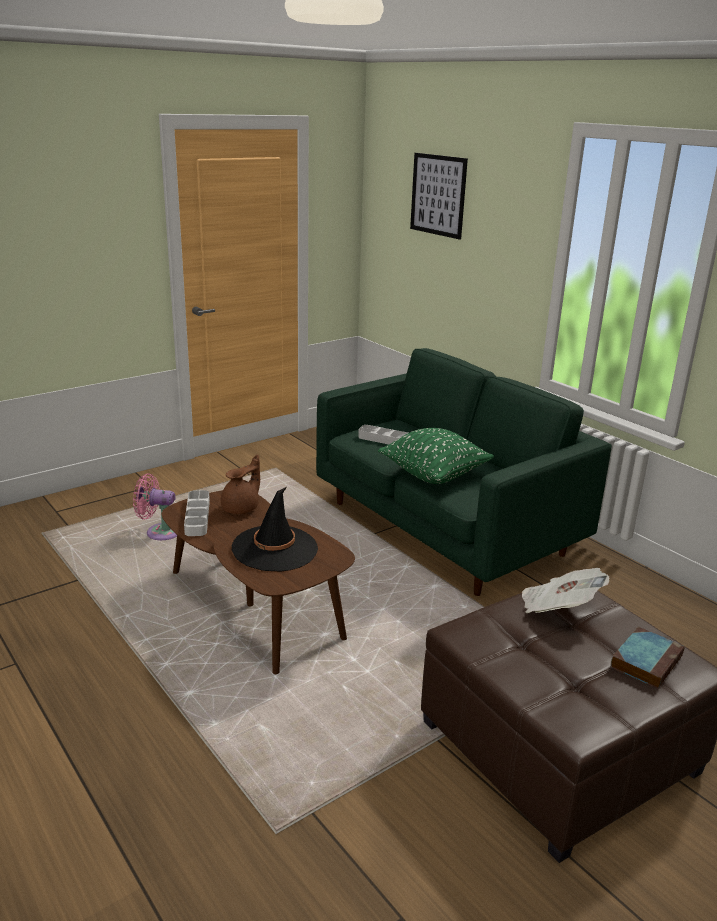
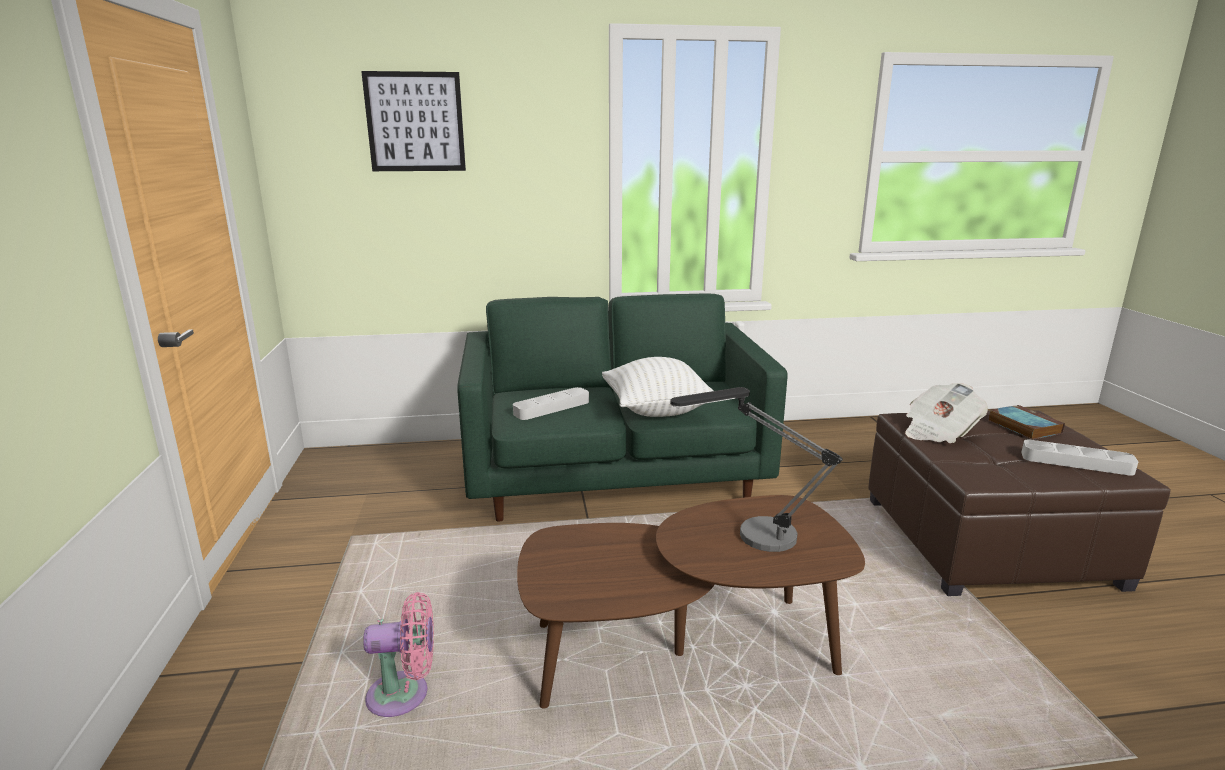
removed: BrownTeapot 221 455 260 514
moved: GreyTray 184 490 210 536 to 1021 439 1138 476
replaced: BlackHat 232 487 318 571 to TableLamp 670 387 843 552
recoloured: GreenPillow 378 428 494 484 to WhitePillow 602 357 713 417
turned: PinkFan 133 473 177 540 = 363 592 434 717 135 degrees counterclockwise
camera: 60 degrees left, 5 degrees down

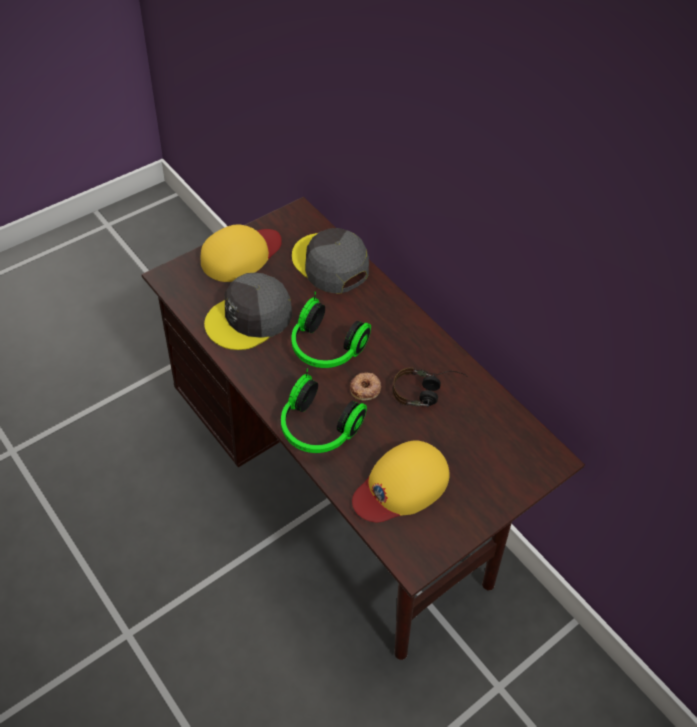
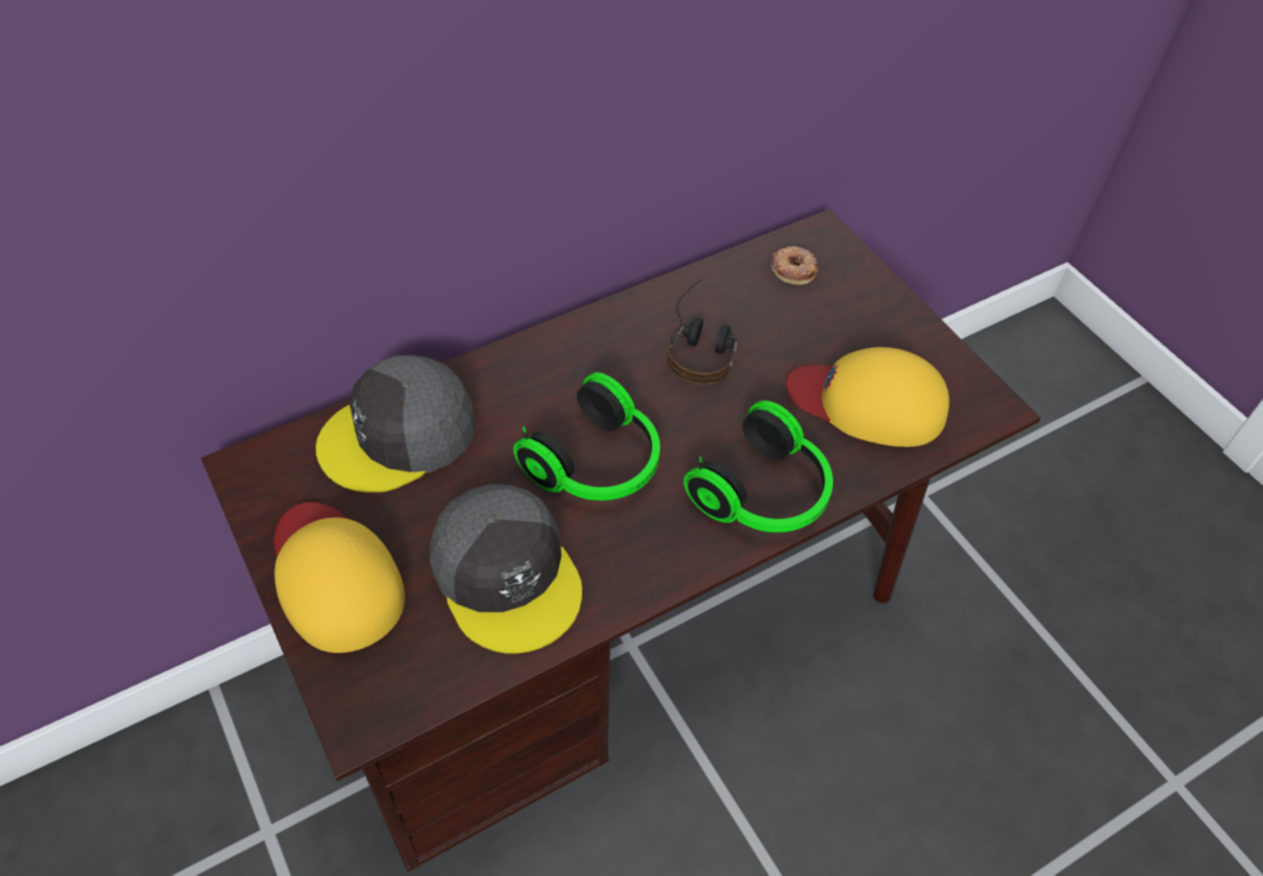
moved: Donut 350 372 381 401 to 771 246 818 285
turned: YellowCap 352 440 450 523 = 786 347 949 447 135 degrees clockwise
camera: 80 degrees left, 0 degrees up

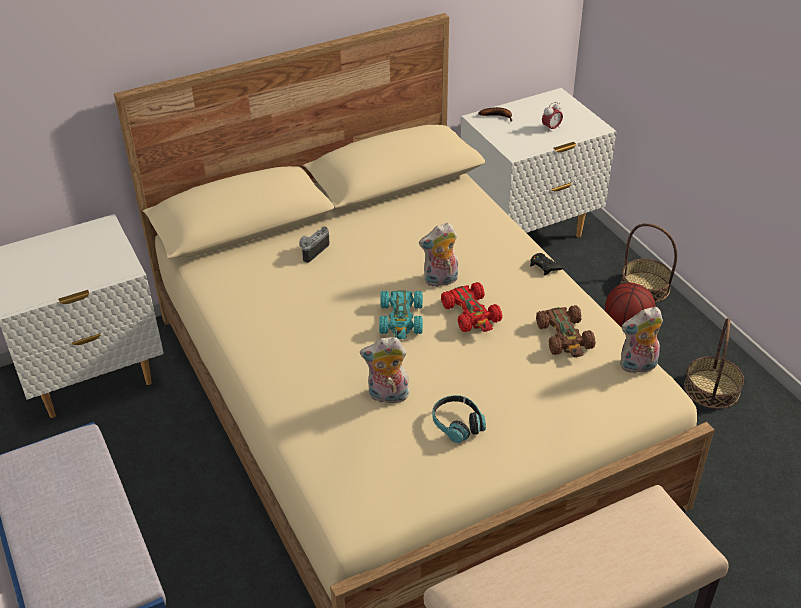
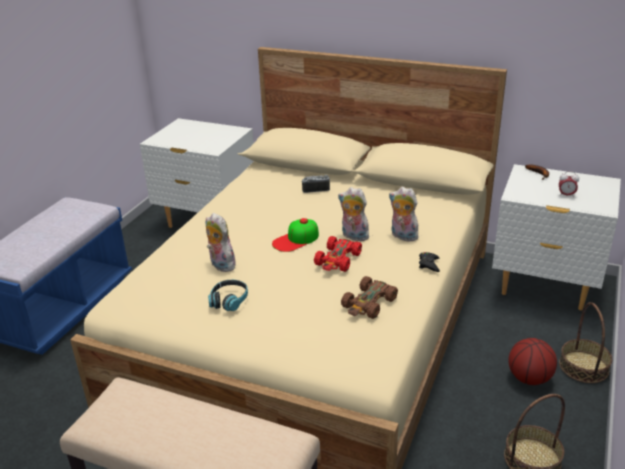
moved: PlushToy 620 307 663 374 to 389 187 418 241
replaced: TurquoiseToyCar 379 290 423 339 to Cap 272 218 319 252
camera: 50 degrees right, 10 degrees down

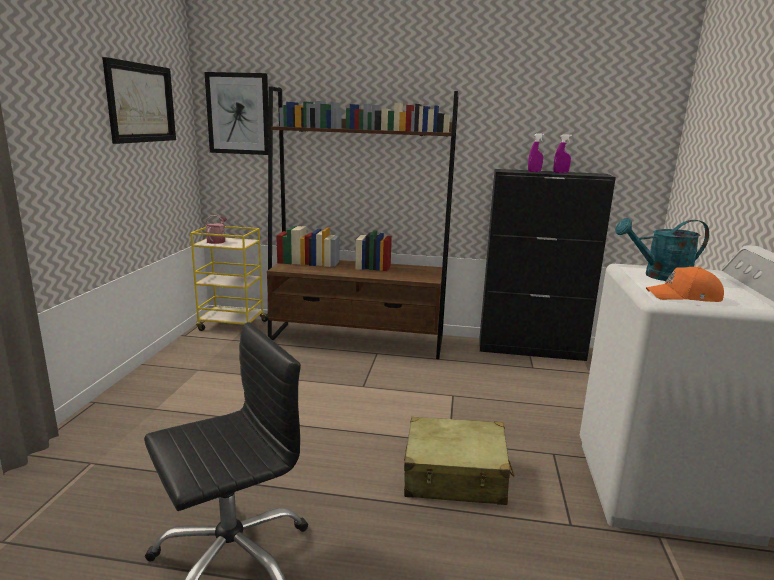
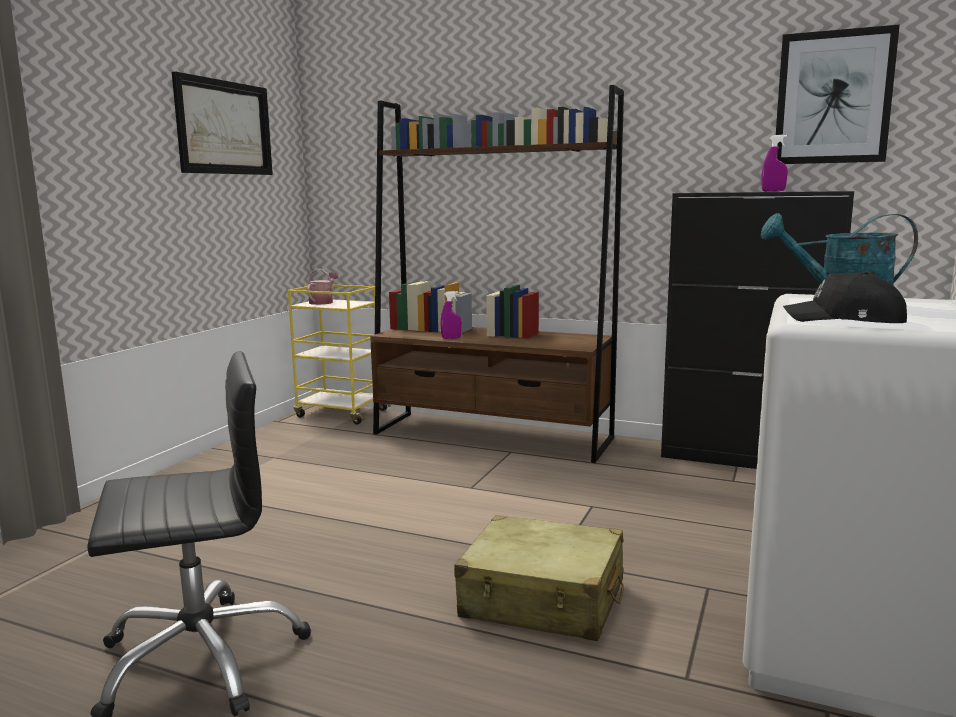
moved: Picture 205 72 268 155 to 776 25 900 164; PurpleSprayBottle 528 134 544 172 to 441 291 462 339
recoloured: OrangeCap 646 267 724 302 to BlackCap 783 271 907 323
camera: 15 degrees right, 5 degrees down

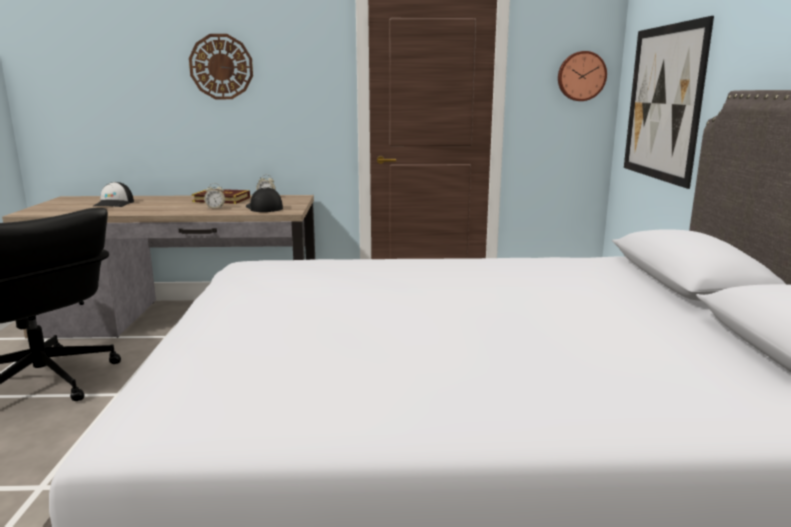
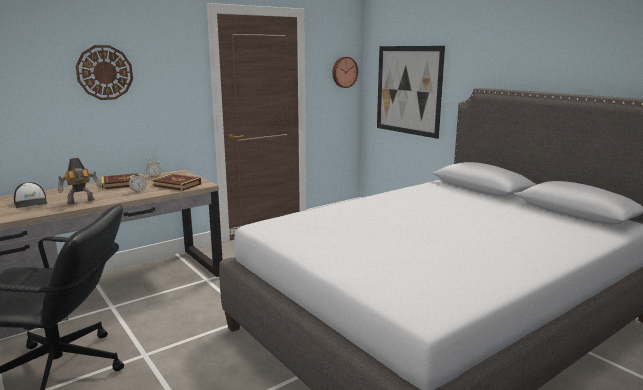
added: ToyRobot 58 158 101 204
replaced: Cap 246 187 283 212 to Book 151 174 201 191
camera: 35 degrees left, 0 degrees up

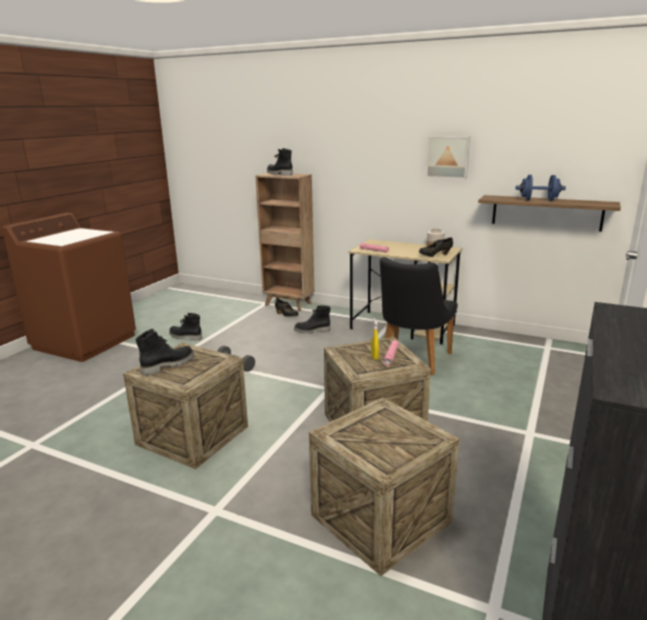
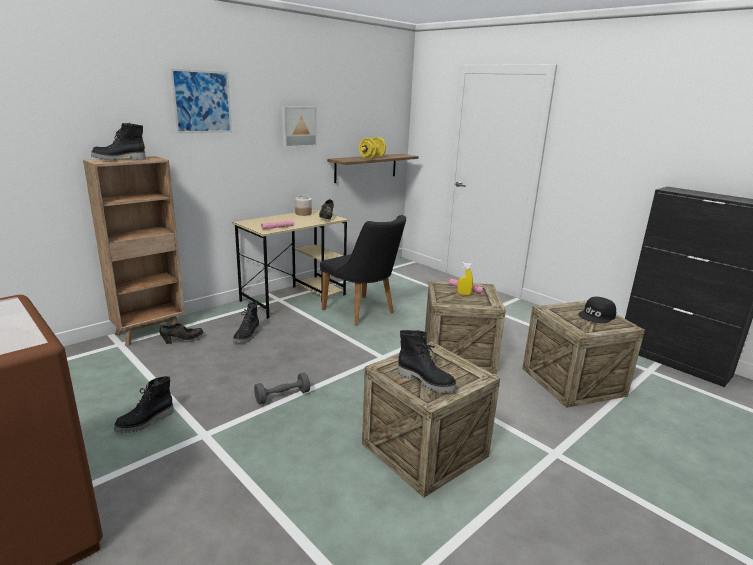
added: Picture 170 68 232 134; BlackCap 578 297 616 323
recoloured: BlueDumbbell 516 175 566 201 to YellowDumbbell 359 137 386 159
turned: BlackBoot 136 329 194 376 = 398 330 457 393 150 degrees clockwise
camera: 70 degrees left, 0 degrees up

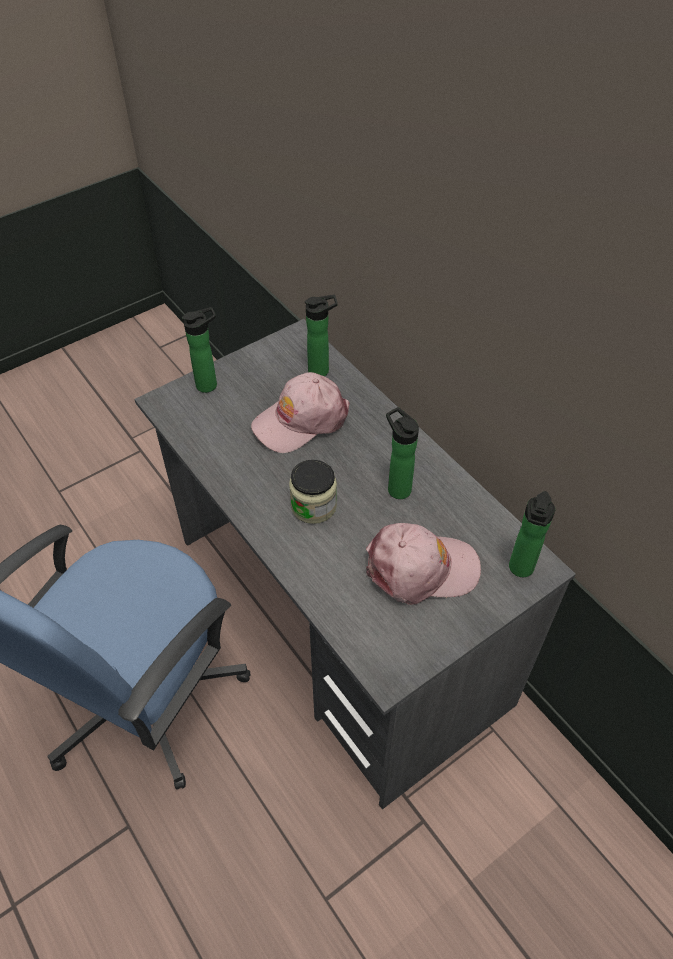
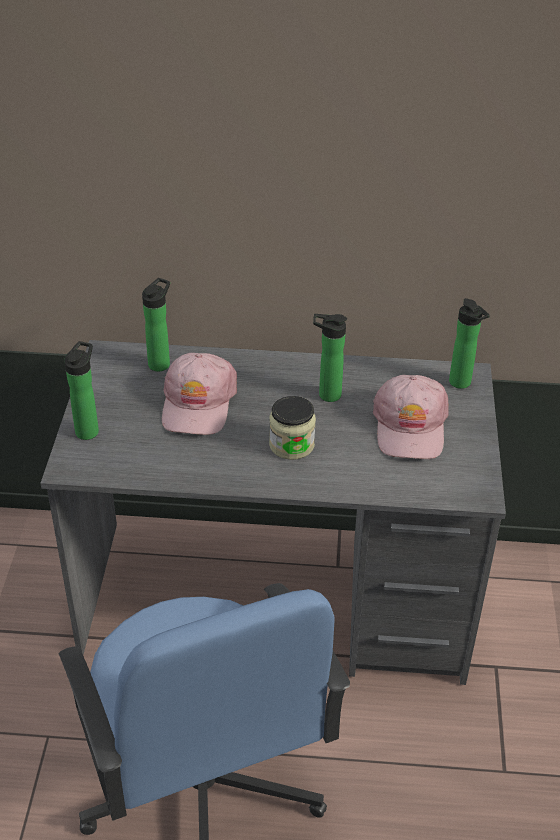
turned: PinkCap 365 523 481 605 = 373 375 449 459 150 degrees clockwise
camera: 50 degrees left, 10 degrees down

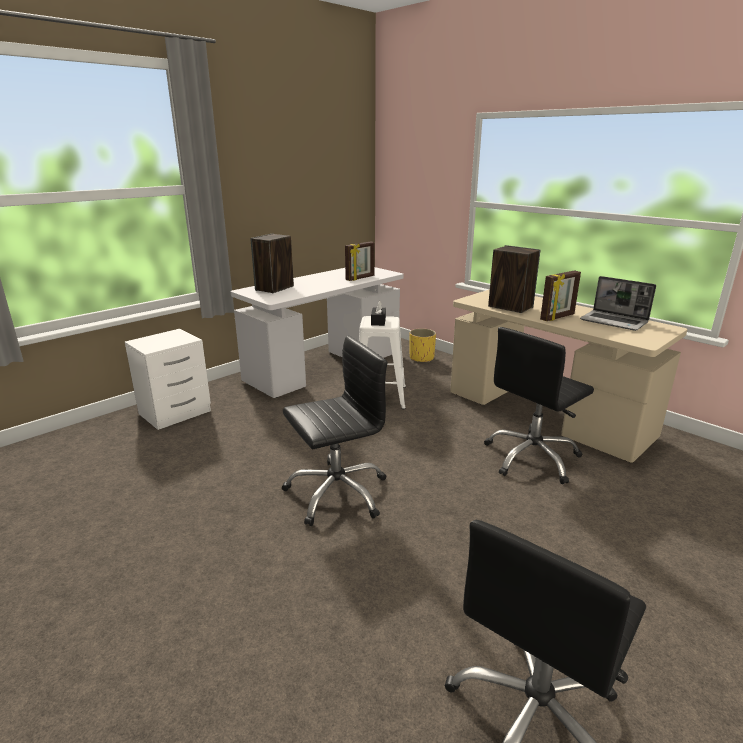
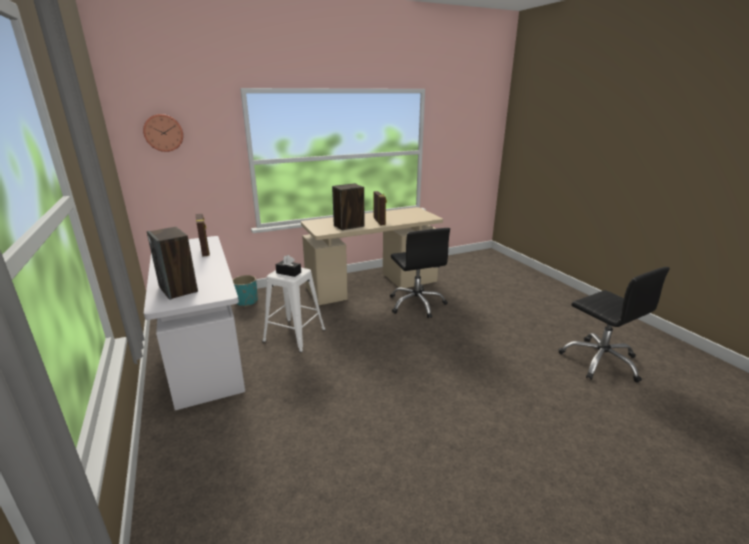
removed: Laptop 580 276 656 331; WhiteNightstand 125 329 211 430; BlackOfficeChair 282 335 387 526
added: WallClock 143 114 183 152
recoloured: YellowPlanter 409 328 436 362 to TurquoisePlanter 232 275 258 307
camera: 70 degrees left, 0 degrees up

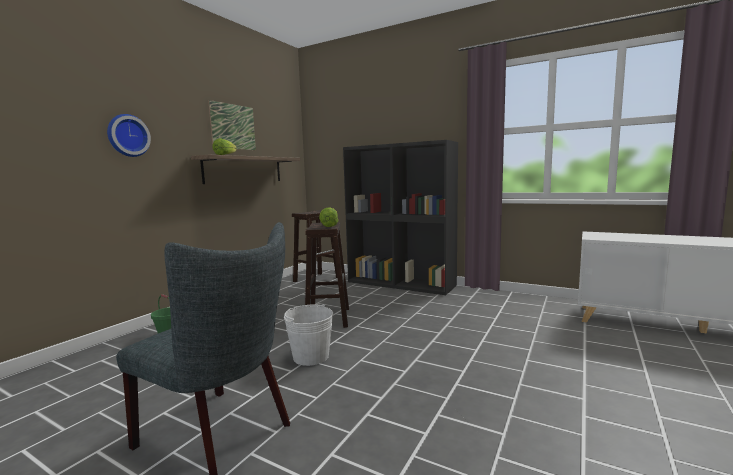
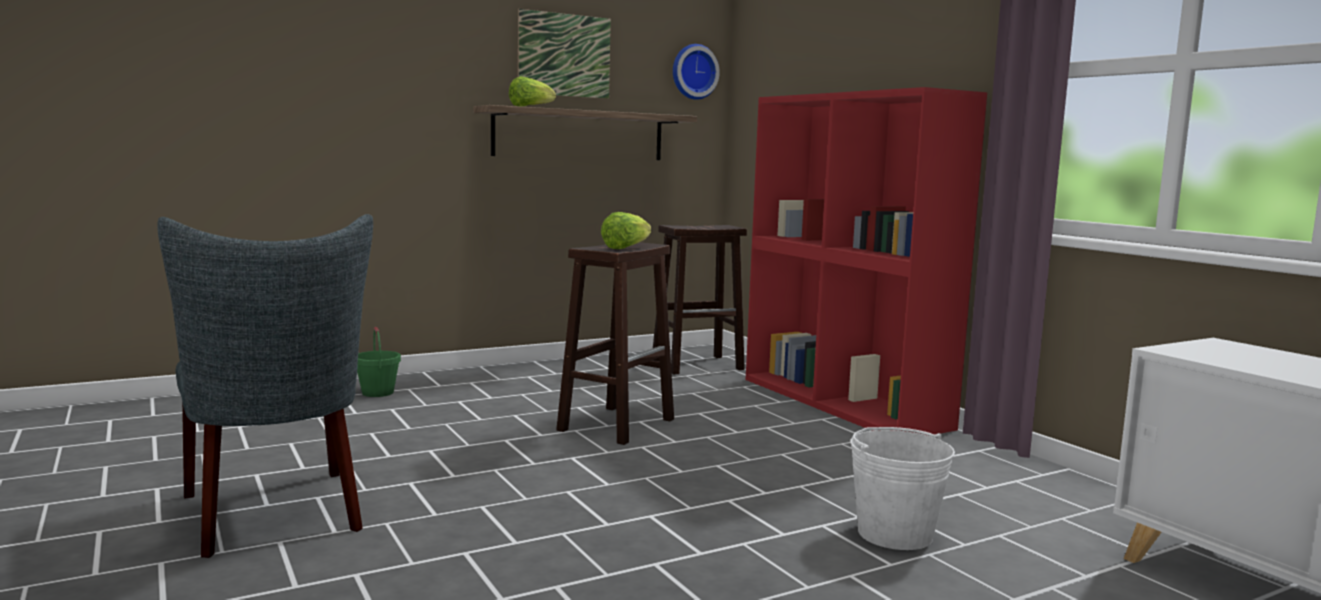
moved: WallClock 107 114 151 157 to 673 44 720 100; WhiteBucket 284 304 333 366 to 850 427 955 550
recoloured: BlackBookcase 343 140 458 295 to RedBookcase 746 87 987 436
camera: 30 degrees right, 0 degrees up

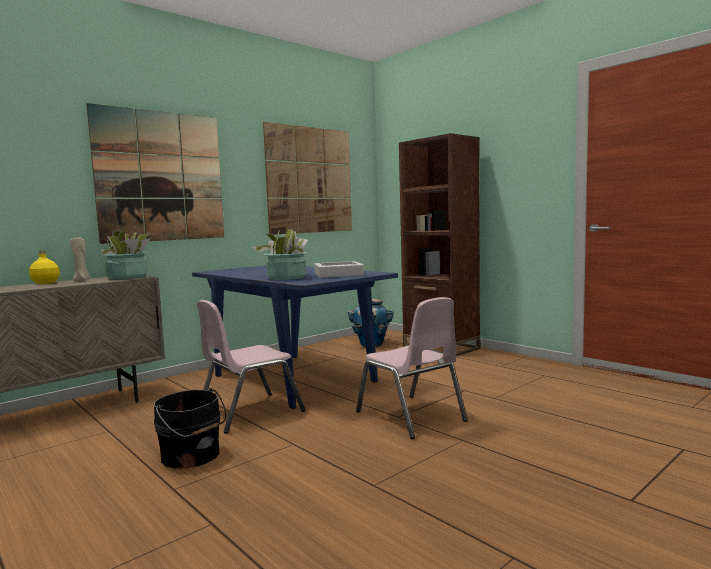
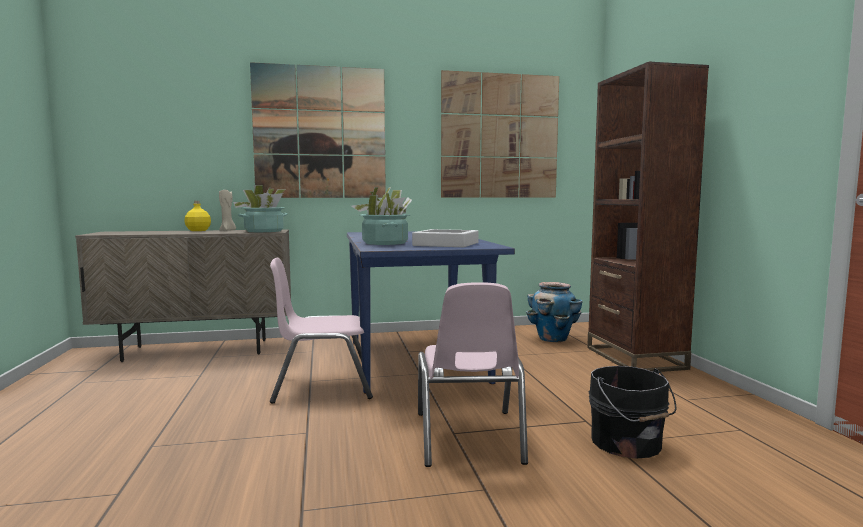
moved: BlackBucket 154 388 226 469 to 589 366 677 458
camera: 30 degrees right, 0 degrees up

